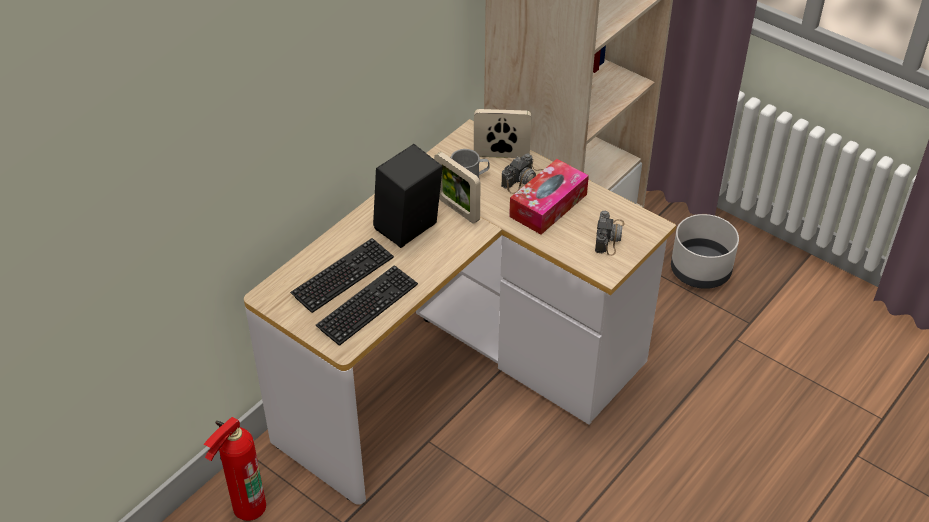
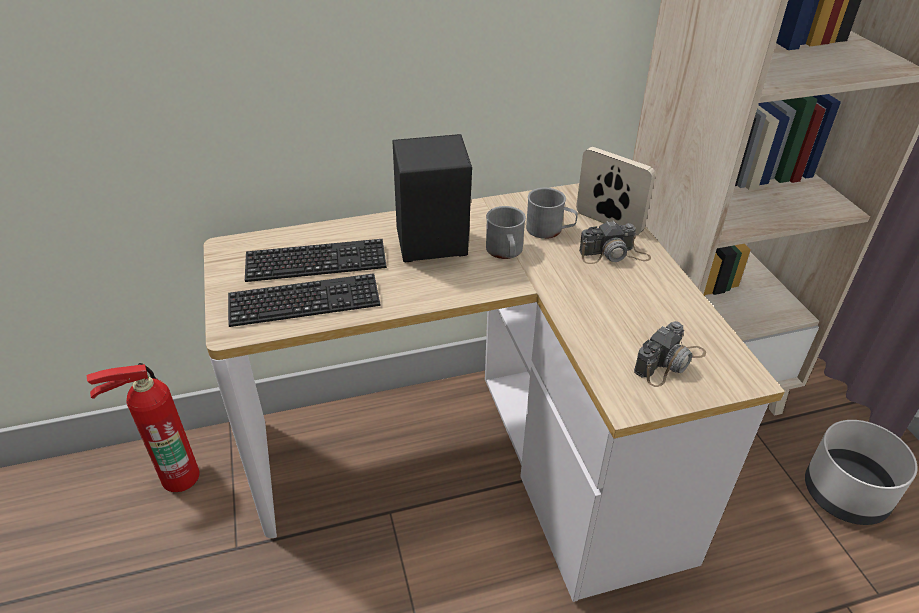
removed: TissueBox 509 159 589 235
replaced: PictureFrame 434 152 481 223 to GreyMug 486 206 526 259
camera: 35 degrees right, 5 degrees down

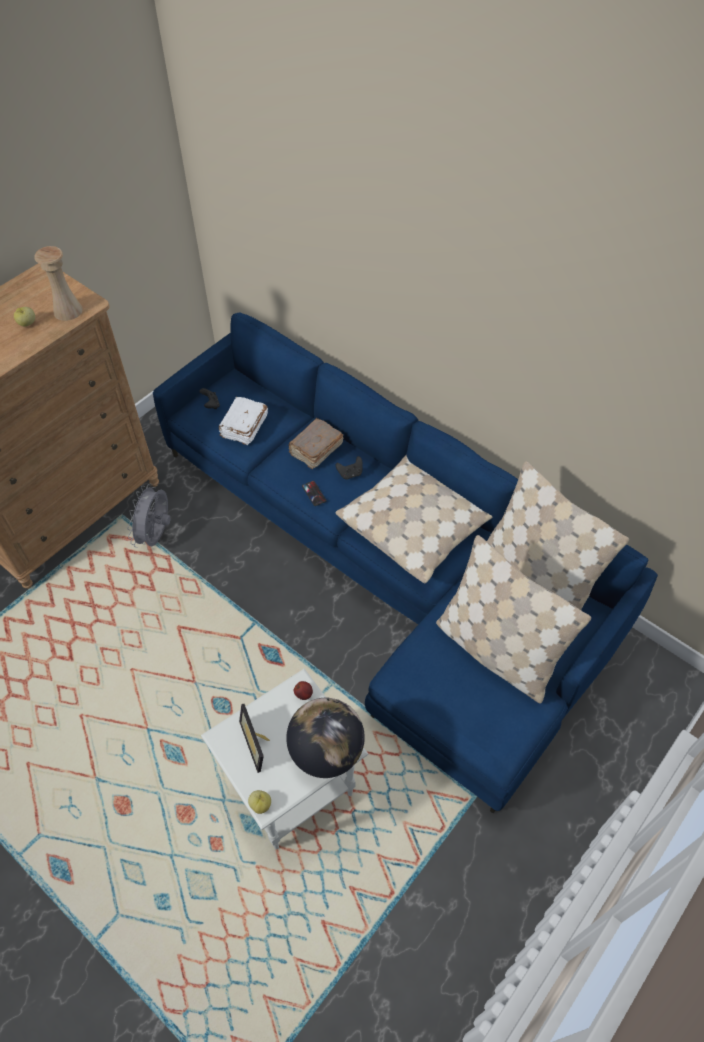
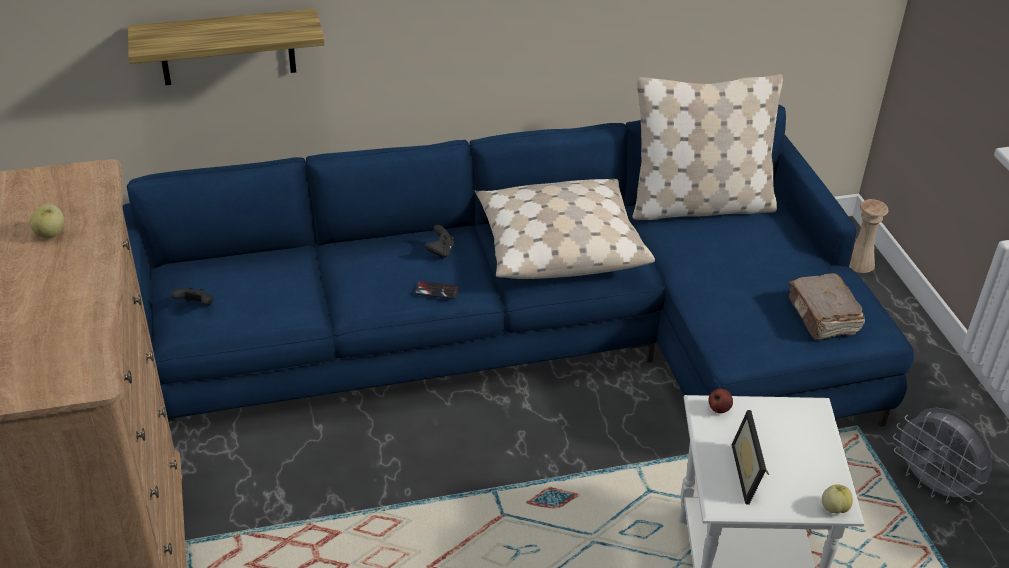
removed: WhiteBook 219 397 268 445; BeigePillow 436 535 591 704; Globe 286 698 365 778
added: Shelf 128 9 325 85
moved: BeigeVase 34 246 83 321 to 849 199 889 273; BrownBook 288 418 344 469 to 789 273 865 340; GreyFan 127 484 171 548 to 893 408 992 504
turned: PictureFrame 239 704 270 773 = 732 410 769 505 75 degrees clockwise
camera: 55 degrees left, 15 degrees down

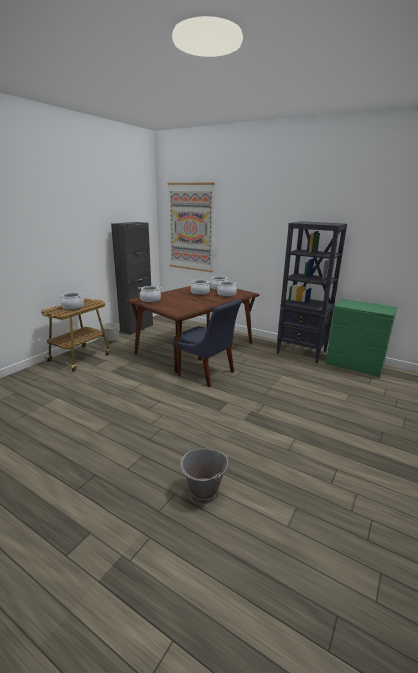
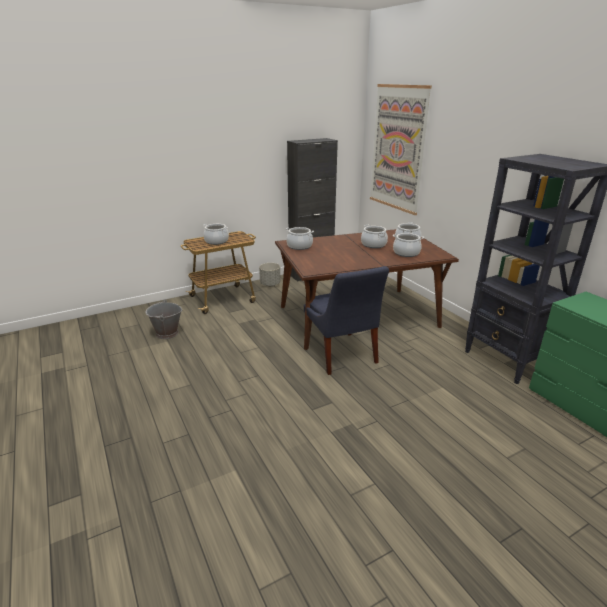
moved: GreyBucket 180 447 228 504 to 145 299 182 339
camera: 30 degrees right, 5 degrees up

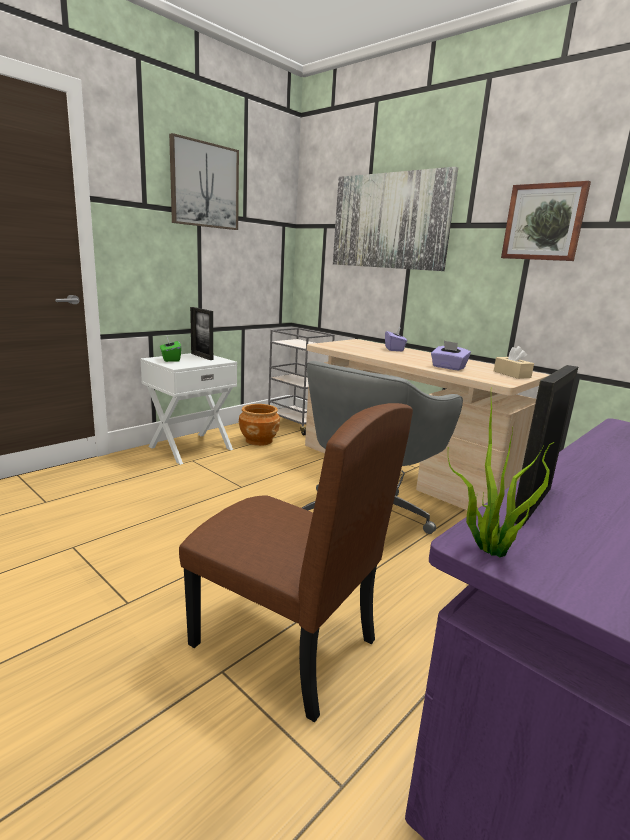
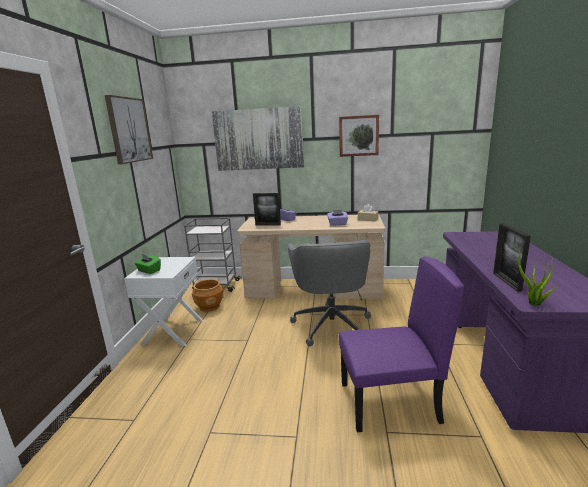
moved: PictureFrame 190 307 213 360 to 253 193 281 226
recoloured: BrownChair 179 403 413 722 to PurpleChair 339 257 464 432
camera: 35 degrees left, 0 degrees up

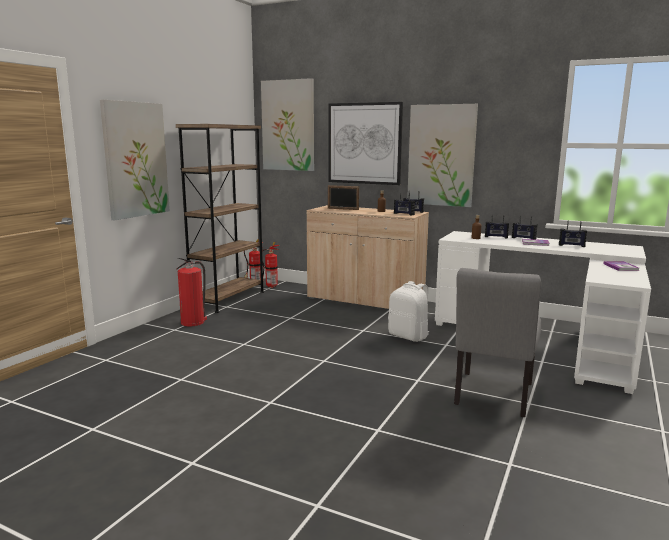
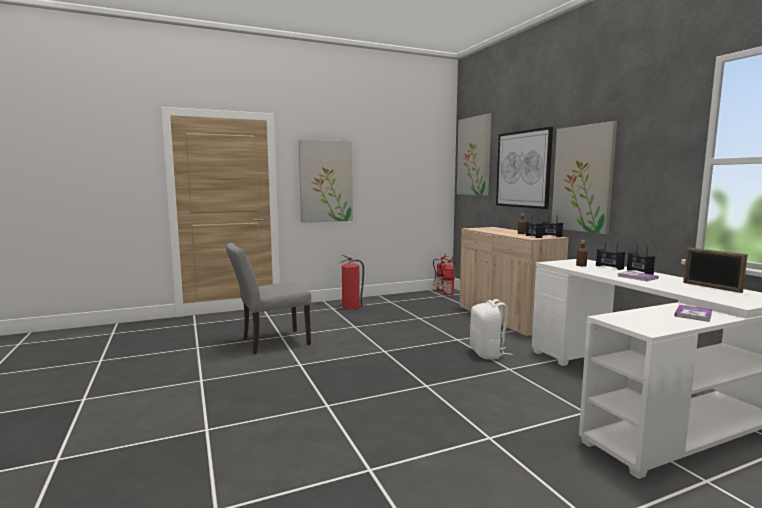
removed: BrownBookcase 176 124 264 313; Radio 559 221 587 247
moved: PictureFrame 328 185 359 210 to 683 248 748 293; GreyChair 454 268 541 417 to 226 243 311 354
camera: 40 degrees right, 5 degrees down

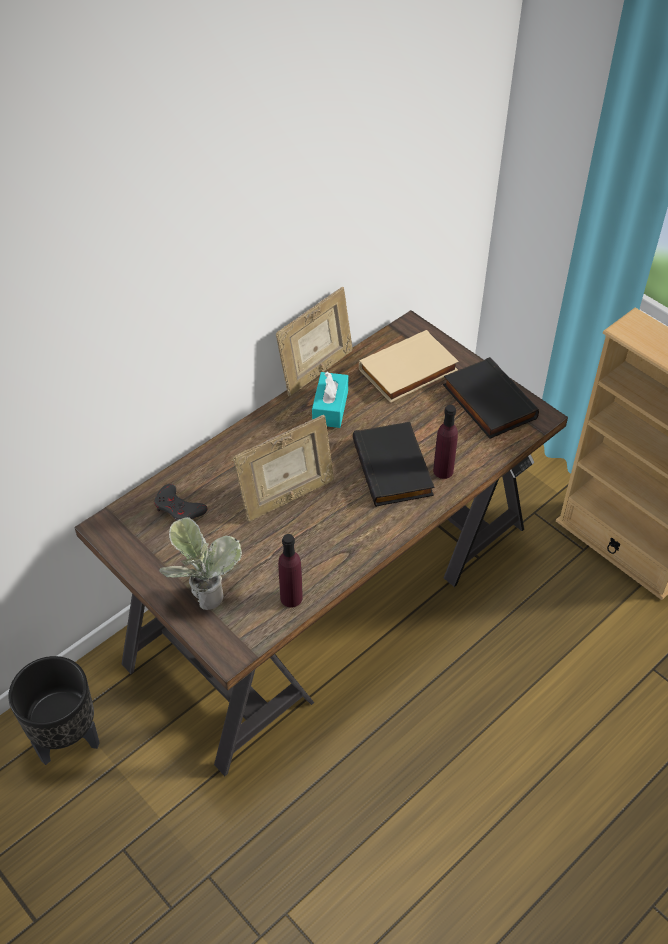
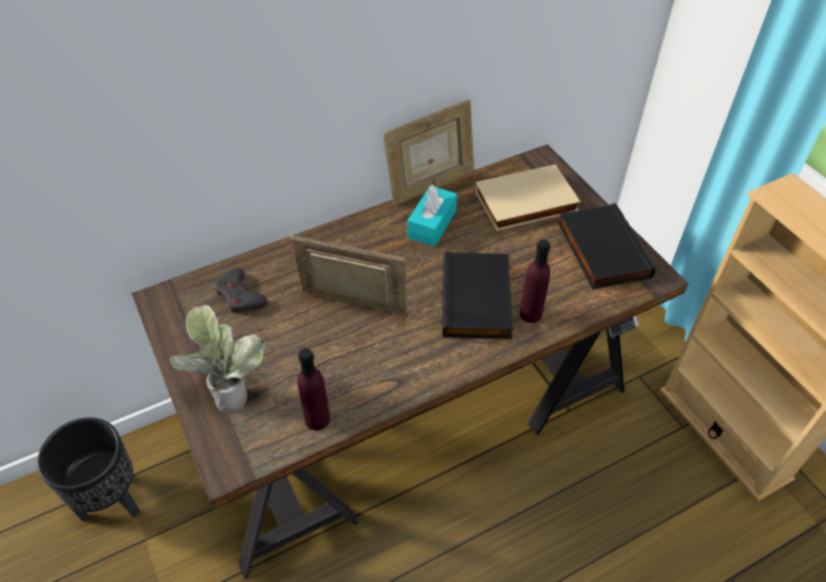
turned: PictureFrame 233 415 334 522 = 290 236 406 314 150 degrees counterclockwise
camera: 15 degrees right, 0 degrees up

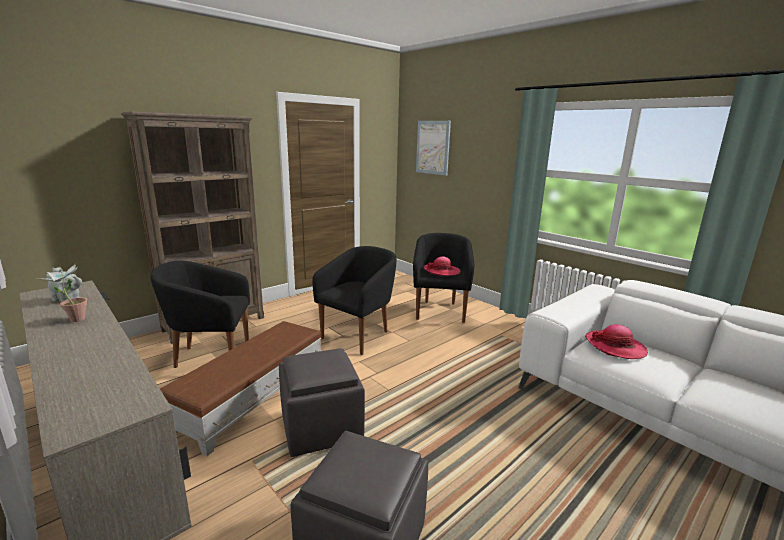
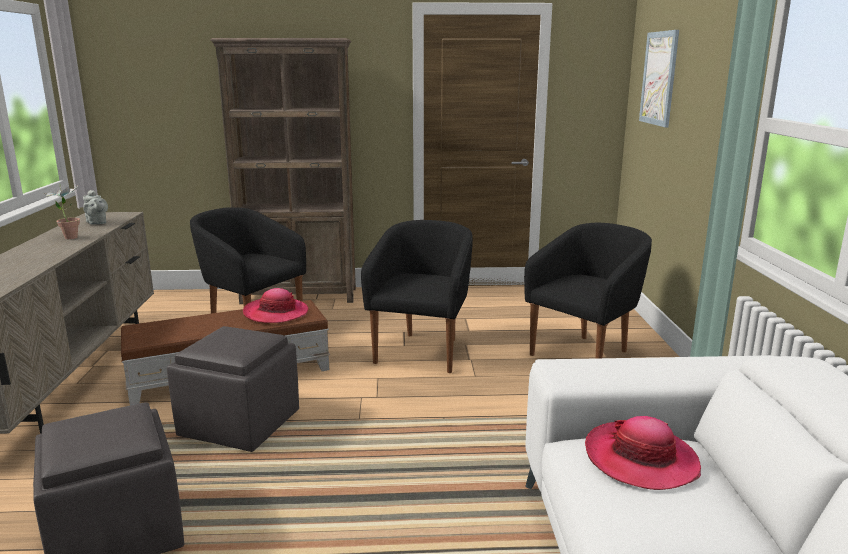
moved: Hat 423 257 461 276 to 243 288 308 323
turned: BlackArmchair 312 246 397 355 = 361 220 473 373 60 degrees counterclockwise
camera: 40 degrees right, 0 degrees up

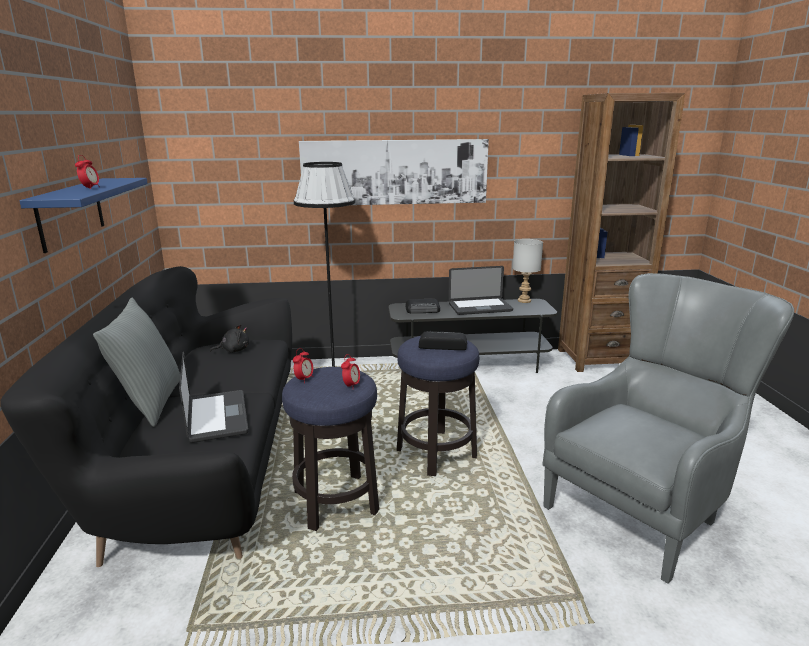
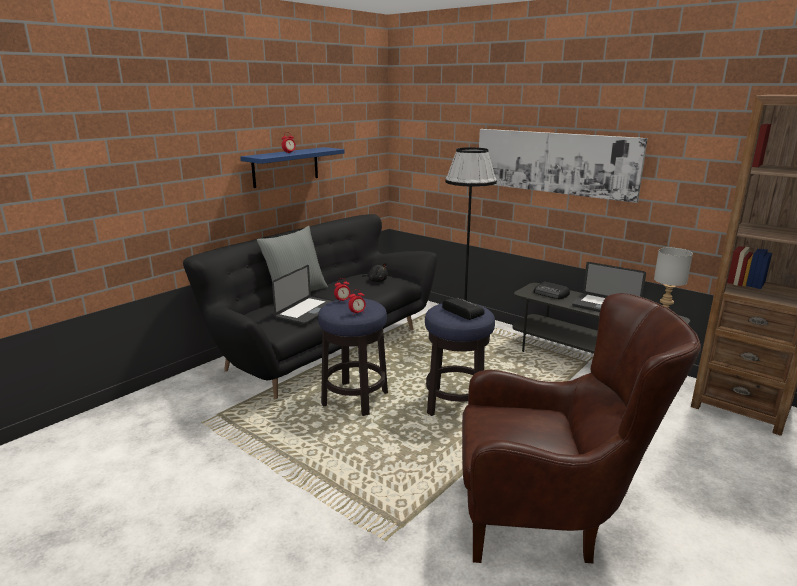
recoloured: GreyArmchair 542 273 794 584 to BrownArmchair 462 293 701 563
camera: 45 degrees right, 0 degrees up

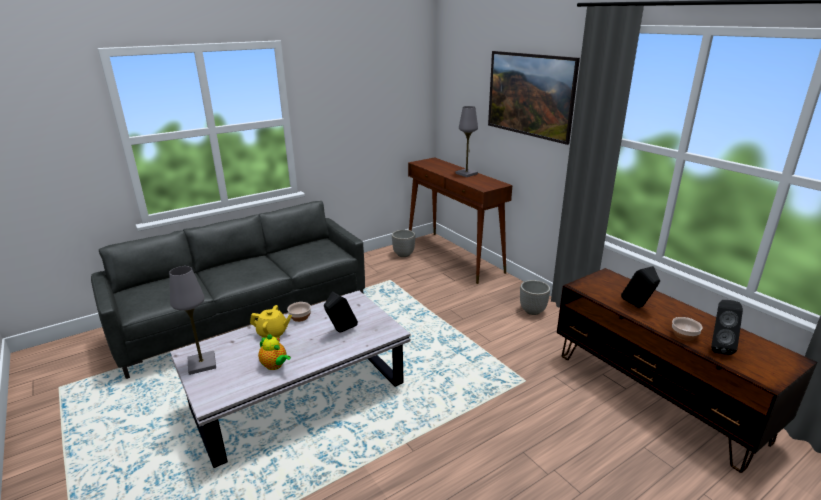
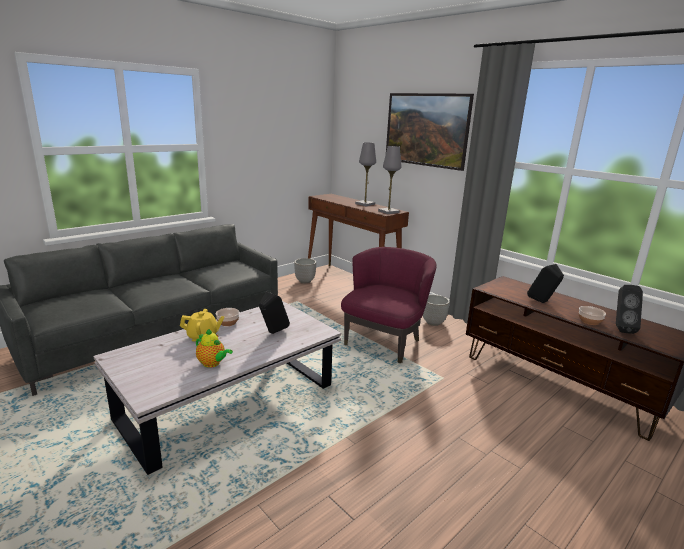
added: PurpleArmchair 341 247 437 363
moved: GreyTableLamp 169 266 216 375 to 378 146 402 214
camera: 10 degrees left, 5 degrees down

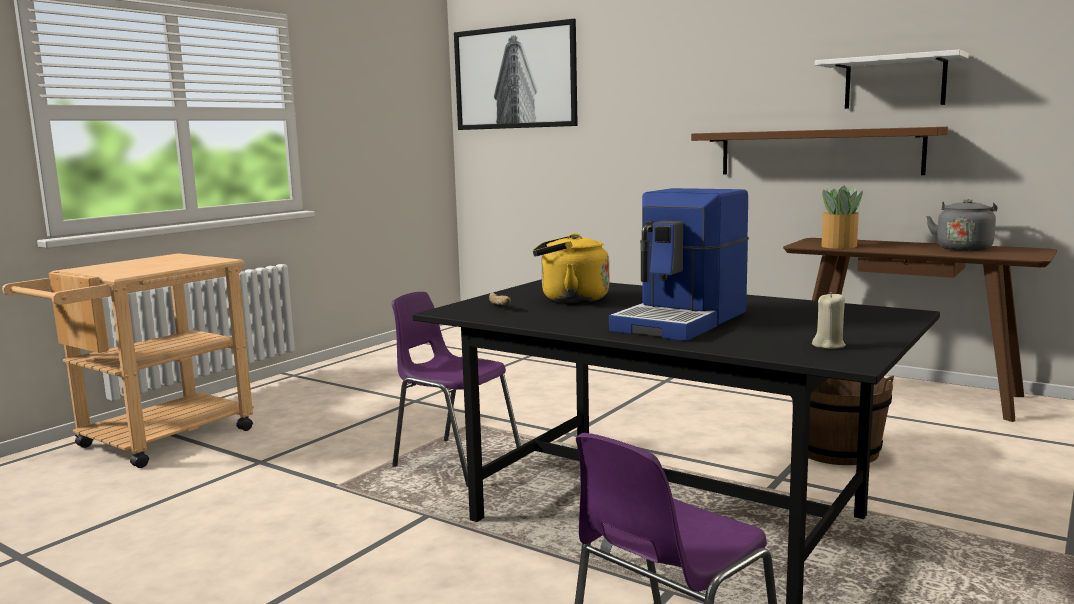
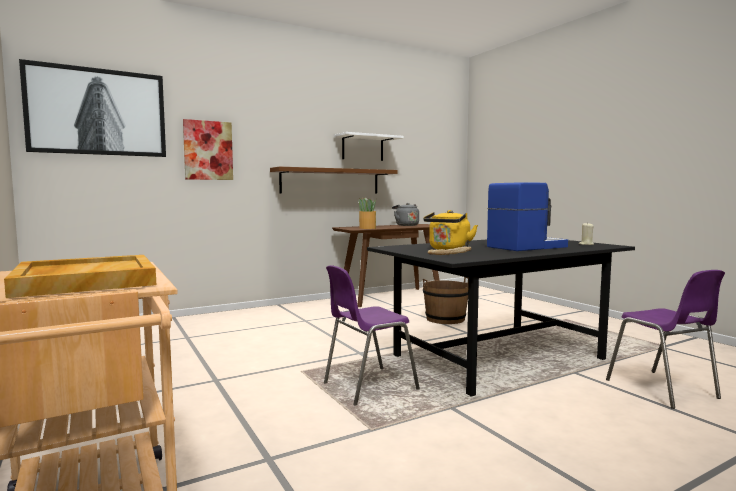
added: Picture 183 119 233 180; BeigeTray 4 255 156 298
turned: CoffeeMachine 609 188 749 341 = 487 182 568 251 90 degrees counterclockwise
camera: 65 degrees left, 5 degrees down

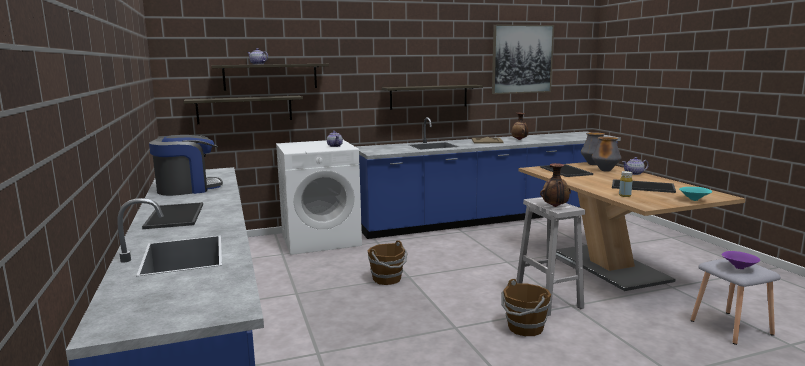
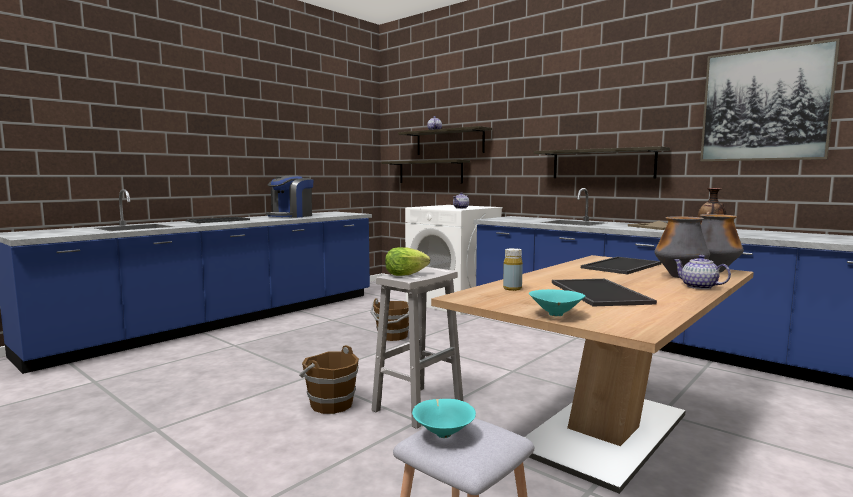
replaced: Vase 540 163 571 207 to Lettuce 385 247 430 276
recoloured: PurpleBowl 722 251 760 269 to TurquoiseBowl 412 399 476 438
turned: CoffeeMachine 149 135 223 196 = 266 175 313 218 90 degrees clockwise
camera: 60 degrees right, 5 degrees down

